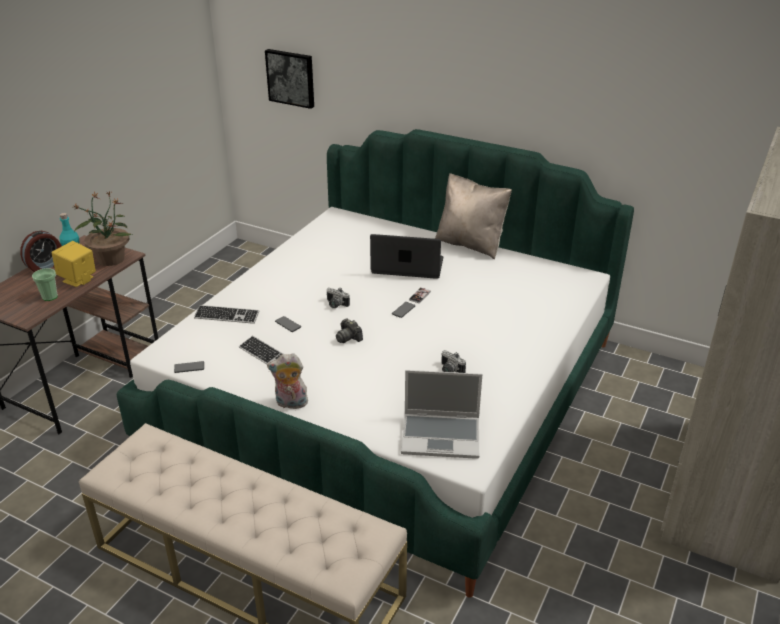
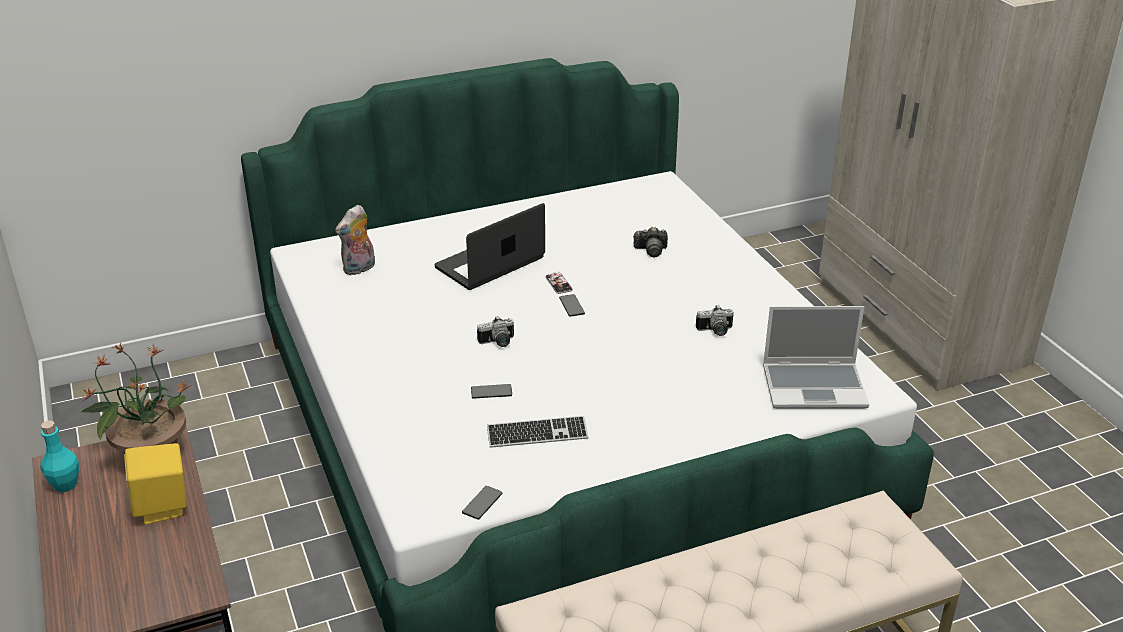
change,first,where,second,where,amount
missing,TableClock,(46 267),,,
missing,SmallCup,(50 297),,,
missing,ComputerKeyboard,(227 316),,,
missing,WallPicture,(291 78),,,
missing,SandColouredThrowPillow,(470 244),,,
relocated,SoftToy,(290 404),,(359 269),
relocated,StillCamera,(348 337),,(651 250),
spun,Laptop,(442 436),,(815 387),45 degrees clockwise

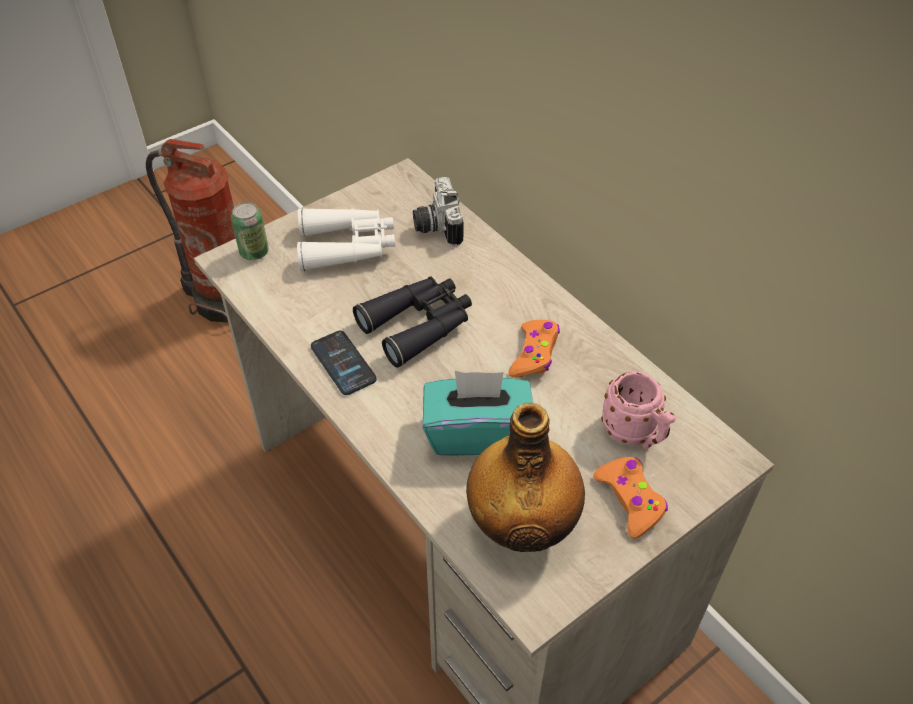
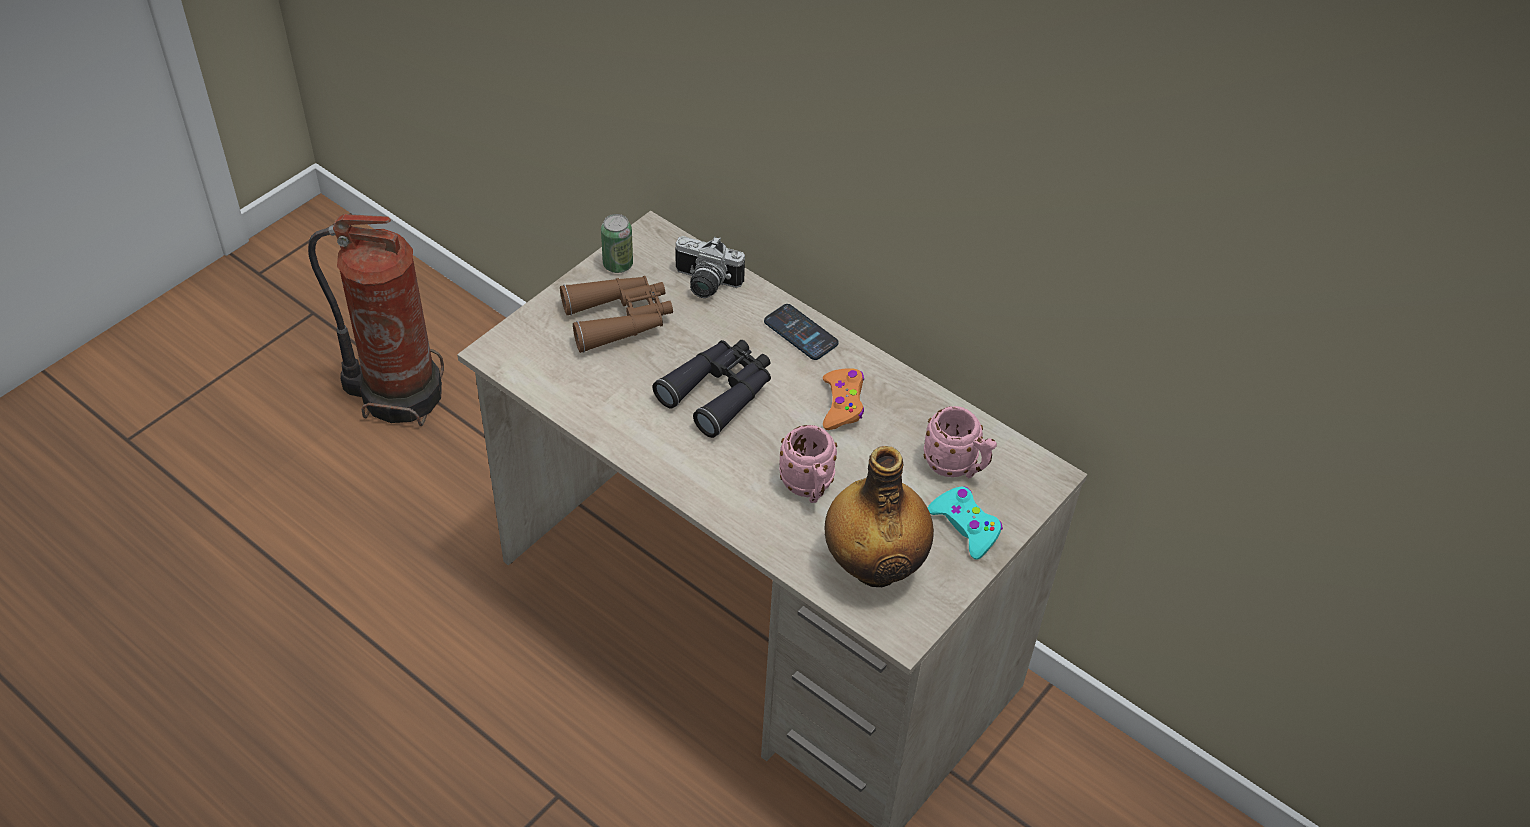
change,first,where,second,where,amount
relocated,MetalCan,(254 252),,(618 264),
relocated,Telephone,(343 363),,(800 333),
exchanged,TurquoiseColouredBoxOfTissues,(477 433),PinkColouredMug,(808 488),
colour,WhitishPairOfBinoculars,(348 247),BrownColouredPairOfBinoculars,(619 319),
colour,OrangeColouredJoypad,(630 500),TurquoiseColouredJoypad,(965 526),
spun,StillCamera,(436 226),,(704 284),45 degrees counterclockwise

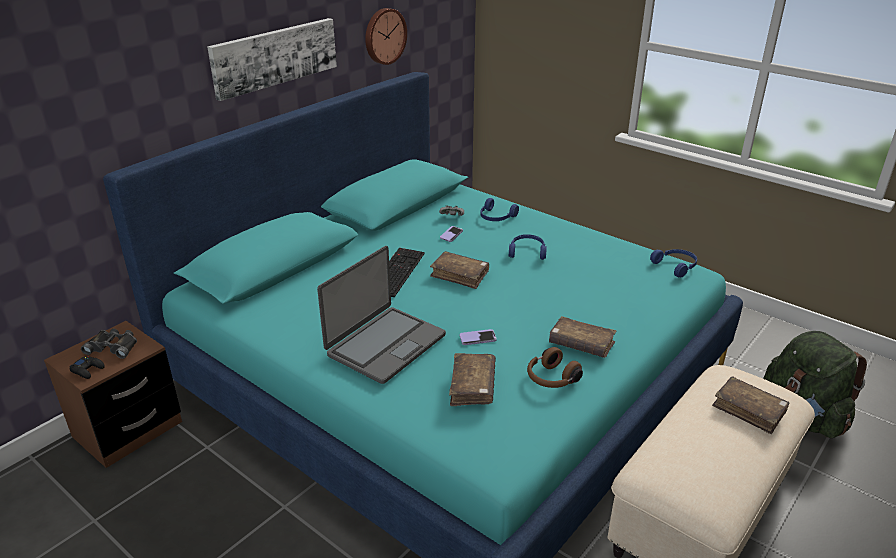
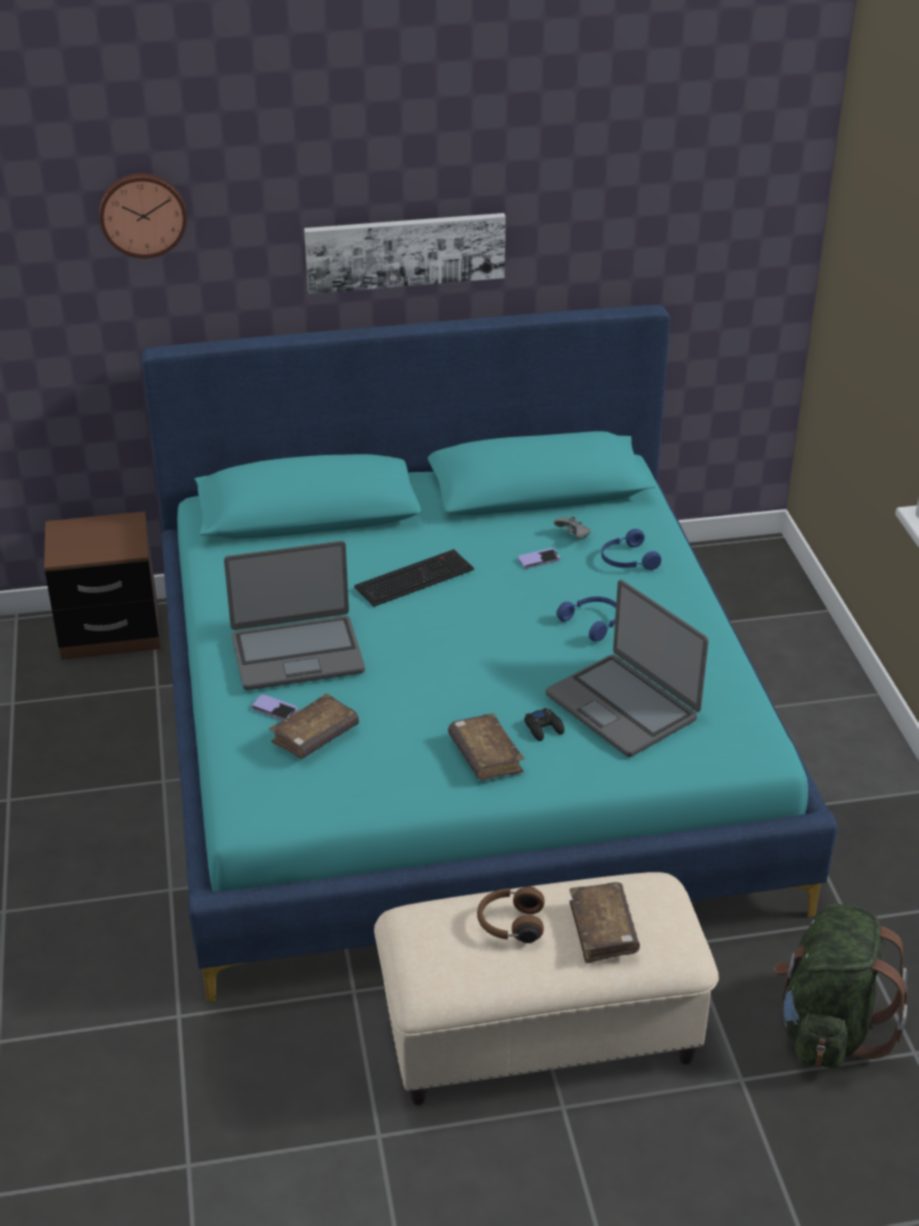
change,first,where,second,where,amount
missing,BlackColouredPairOfBinoculars,(113 347),,,
missing,BrownColouredBook,(460 275),,,
missing,BlueColouredPairOfHeadphones,(676 266),,,
appeared,,,Laptop,(623 706),
relocated,BlackColouredJoypad,(88 370),,(544 728),
relocated,HangingClock,(384 36),,(143 214),
relocated,Telephone,(477 338),,(274 709),
relocated,BrownColouredPairOfHeadphones,(551 379),,(510 924),

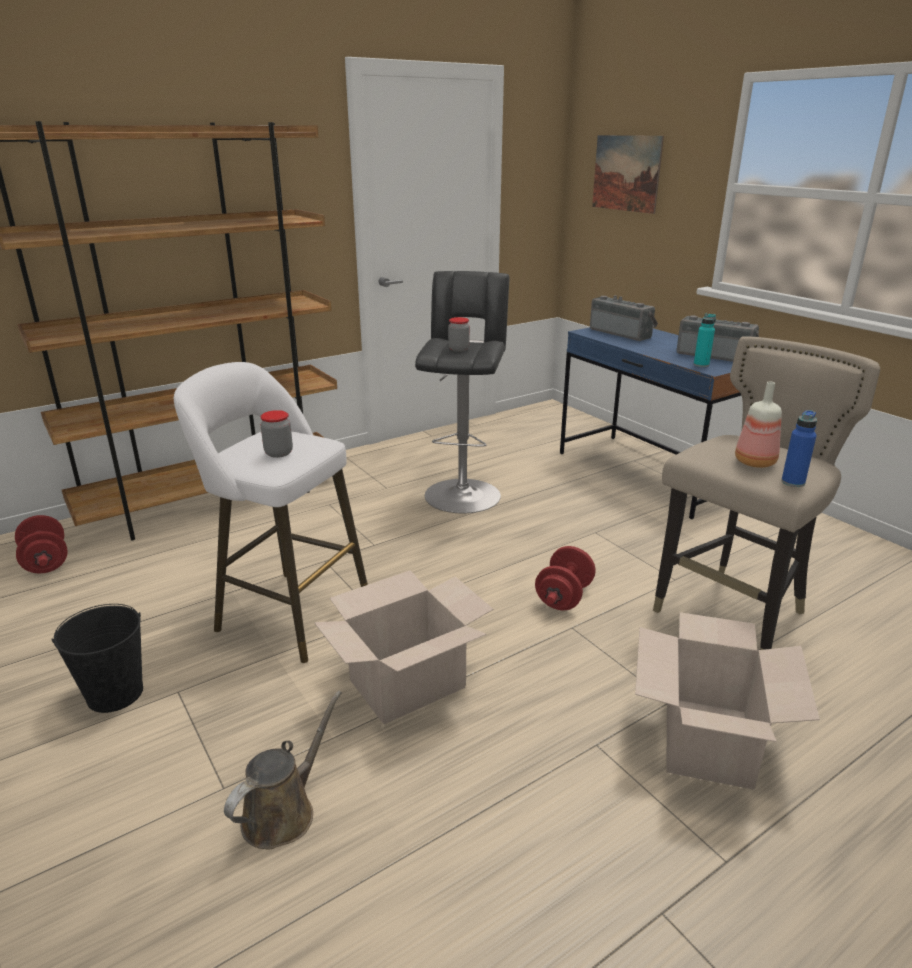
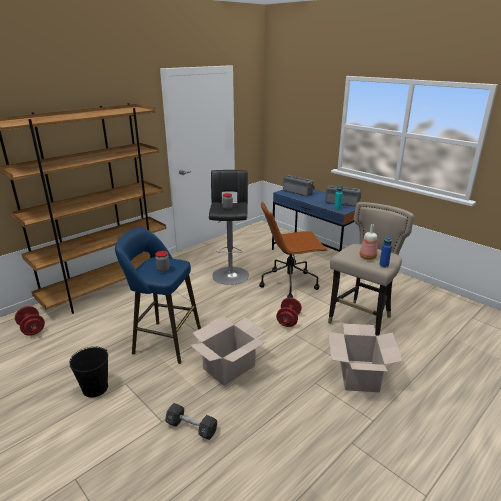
change,first,where,second,where,amount
missing,WallPicture,(626 173),,,
appeared,,,BrownColouredDeskChair,(290 283),
exchanged,BrownColouredSprinklingCan,(283 812),BlackColouredFreeWeight,(191 427),
colour,WhitishStool,(287 612),BlueColouredStool,(164 341),

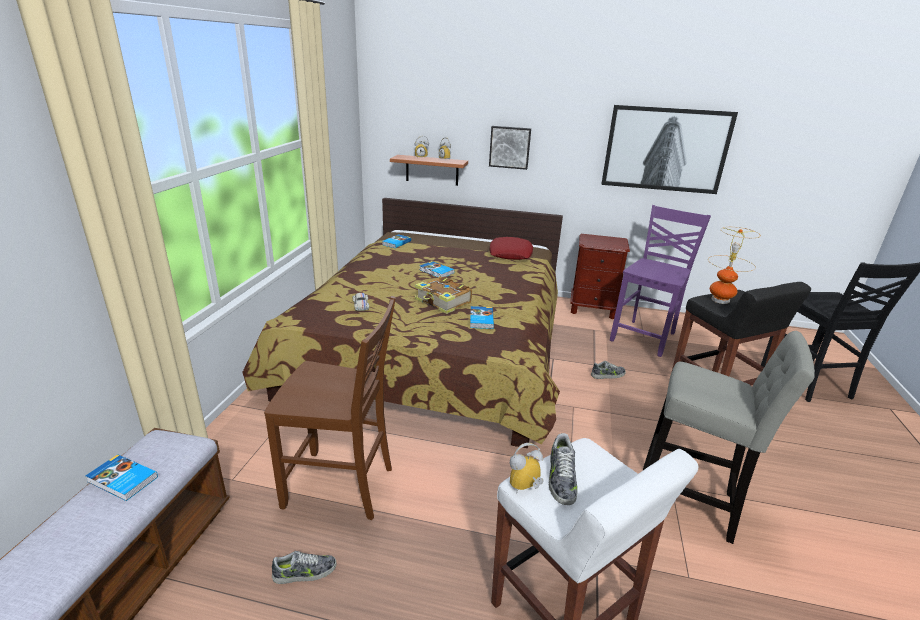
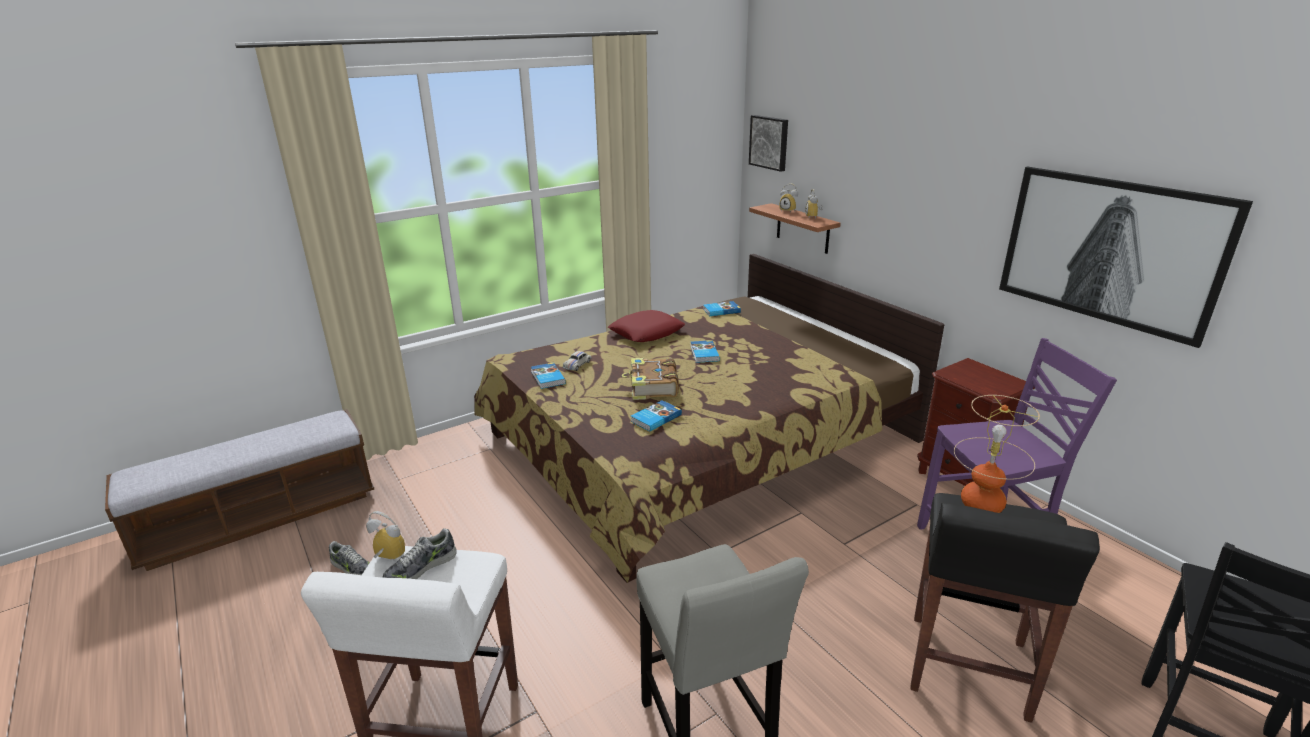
change,first,where,second,where,amount
missing,BrownColouredPlainChair,(341 487),,,
missing,ItemOfFootwear,(608 375),,,
relocated,Book,(122 480),,(547 378),
relocated,WallPicture,(510 147),,(769 142),
relocated,RedThrowPillow,(510 253),,(646 332),

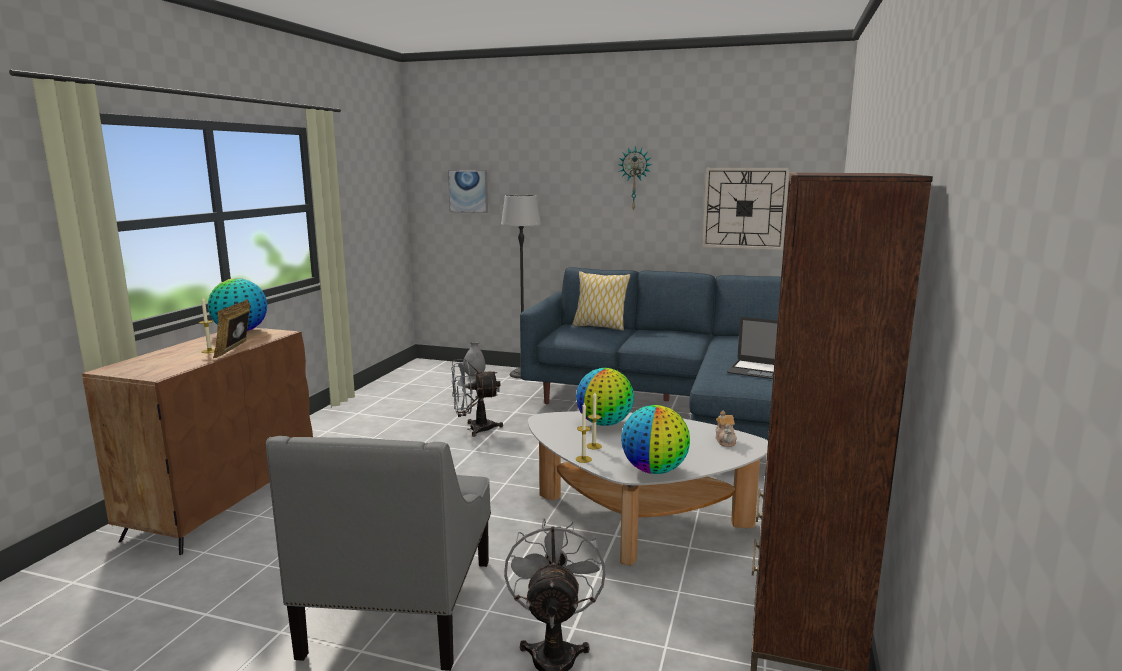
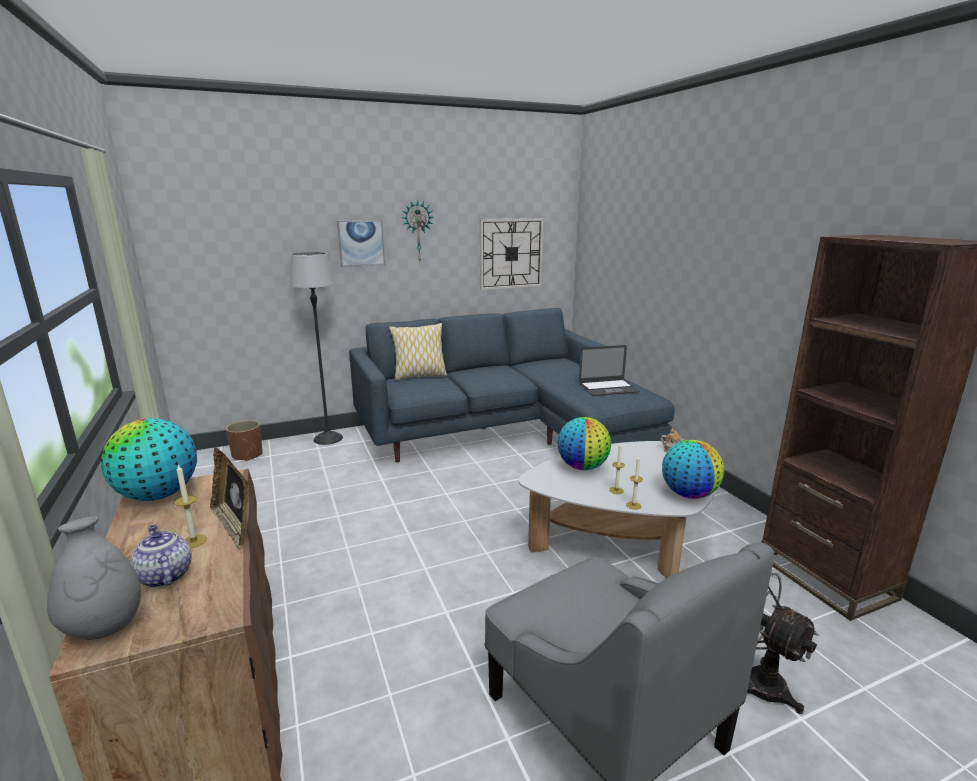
change,first,where,second,where,amount
missing,GreyFan,(474 429),,,
appeared,,,Teapot,(164 576),
appeared,,,BrownColouredFlowerPot,(247 455),
relocated,WallPicture,(468 191),,(361 243),
relocated,GreyFlowerVase,(474 376),,(105 628),

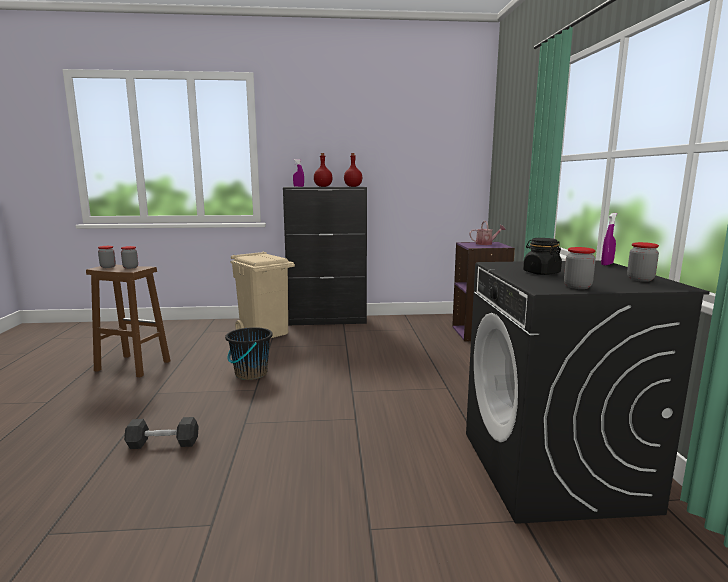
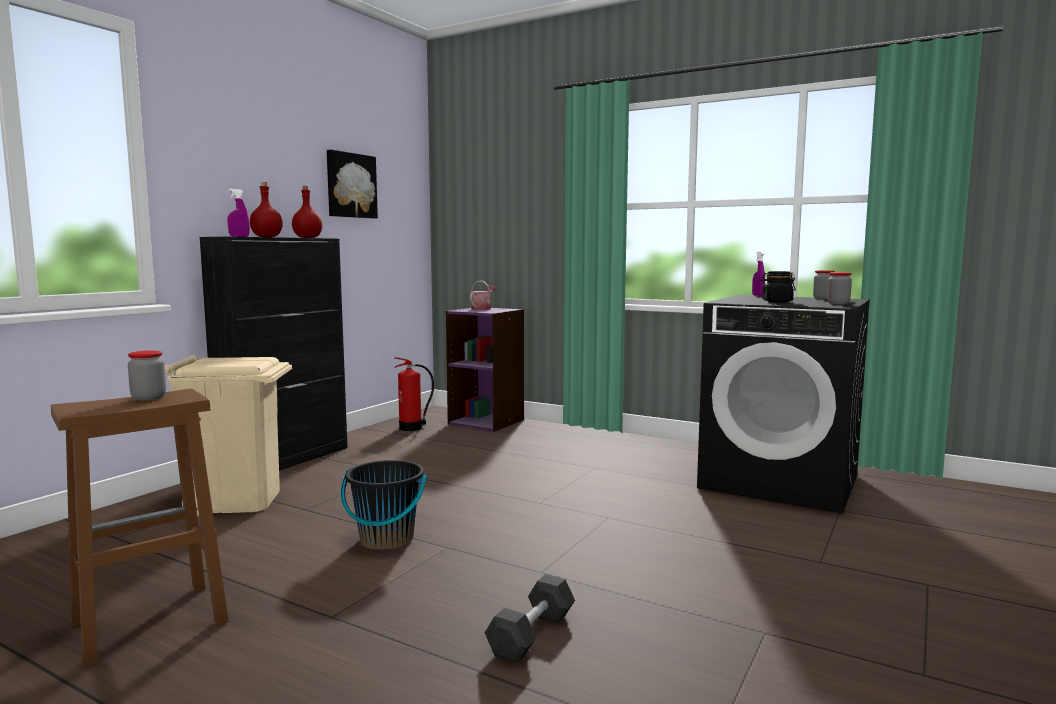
change,first,where,second,where,amount
missing,PreserveJar,(108 267),,,
appeared,,,WallPicture,(350 185),
appeared,,,FireExtinguisher,(412 428),

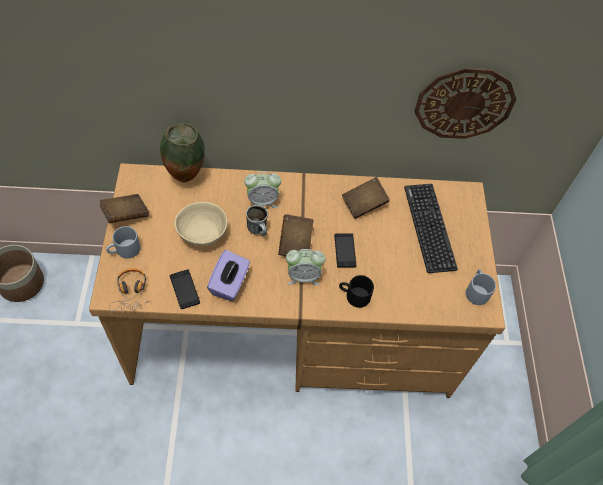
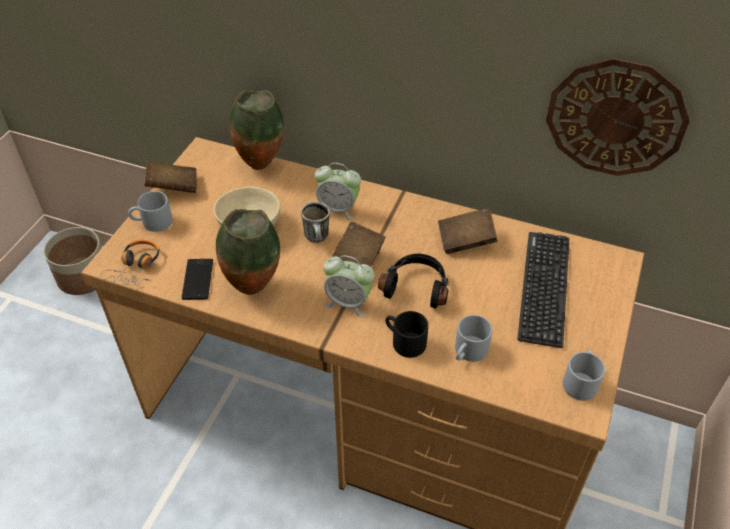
change,first,where,second,where,amount
appeared,,,GreyMug,(469 352),
exchanged,PurpleColouredBoxOfTissues,(230 284),FlowerVase,(253 287),
exchanged,Telephone,(345 250),BlackColouredPairOfHeadphones,(416 286),

